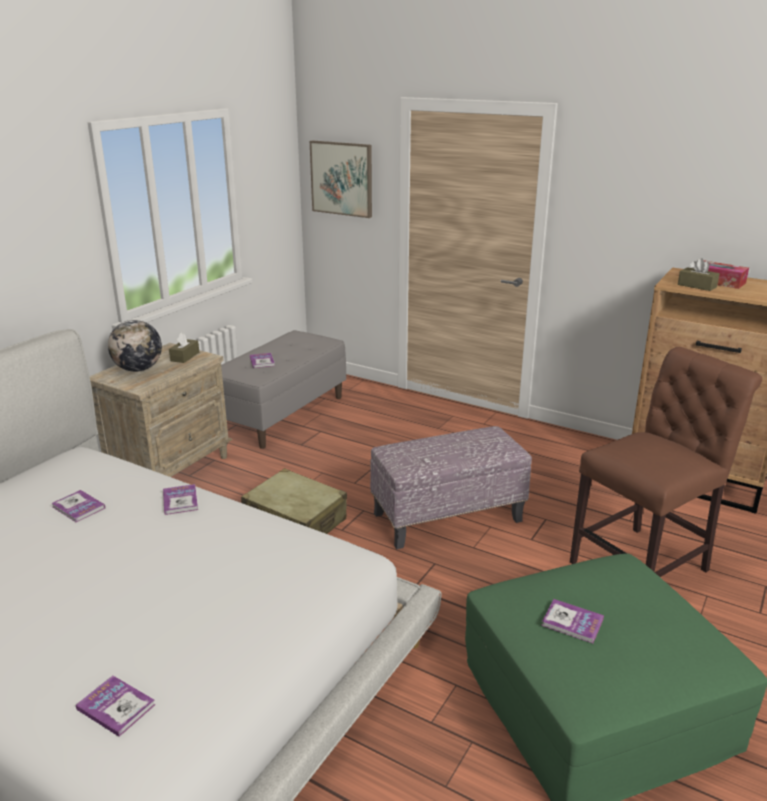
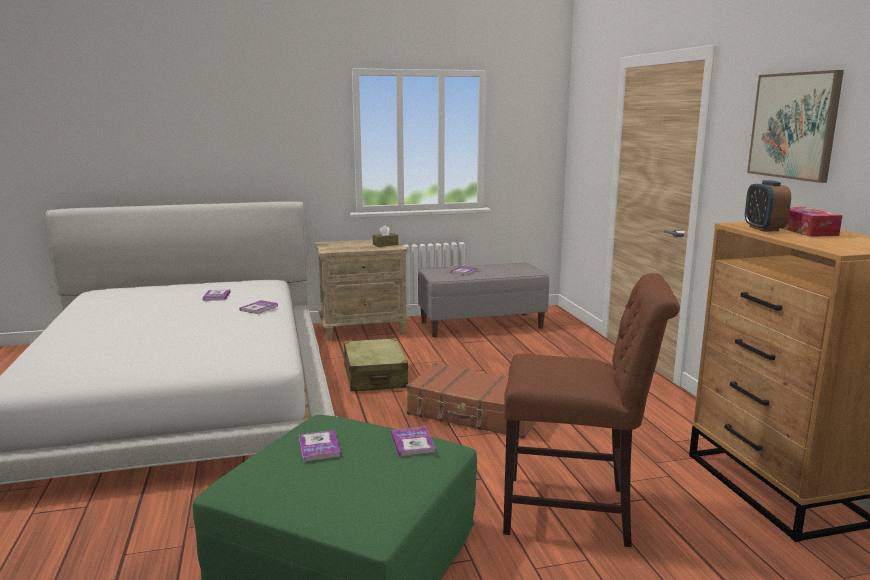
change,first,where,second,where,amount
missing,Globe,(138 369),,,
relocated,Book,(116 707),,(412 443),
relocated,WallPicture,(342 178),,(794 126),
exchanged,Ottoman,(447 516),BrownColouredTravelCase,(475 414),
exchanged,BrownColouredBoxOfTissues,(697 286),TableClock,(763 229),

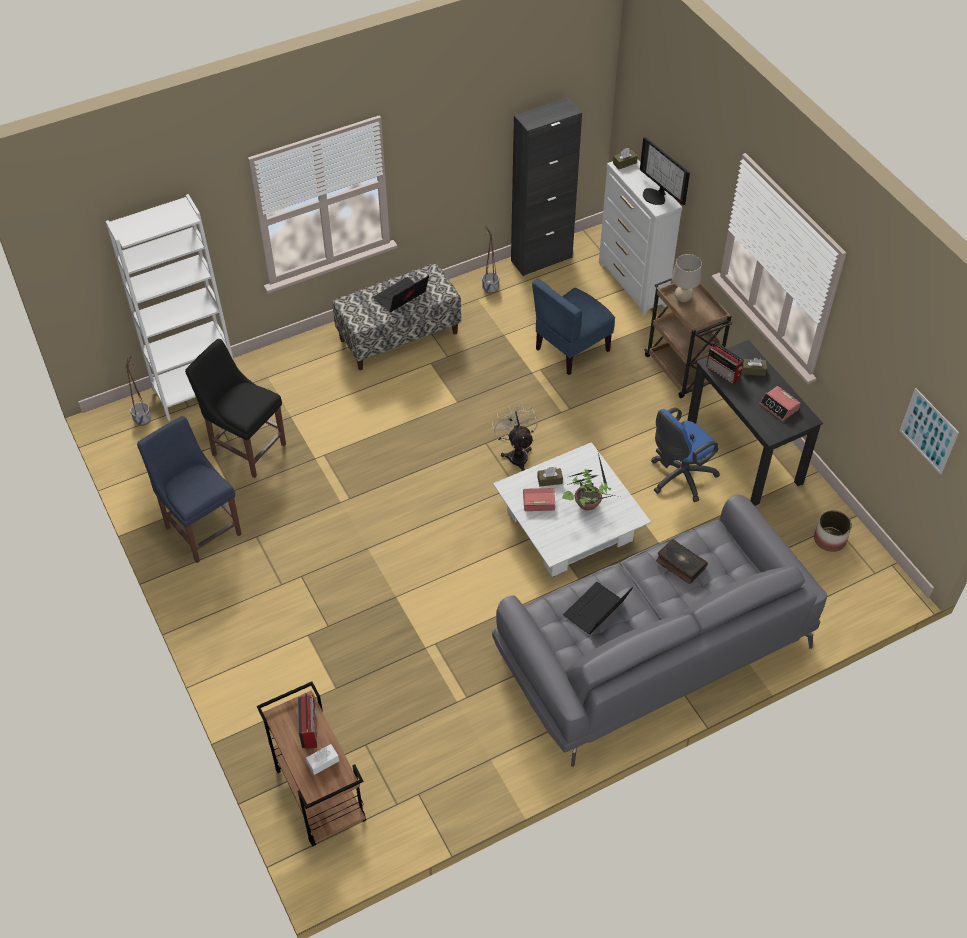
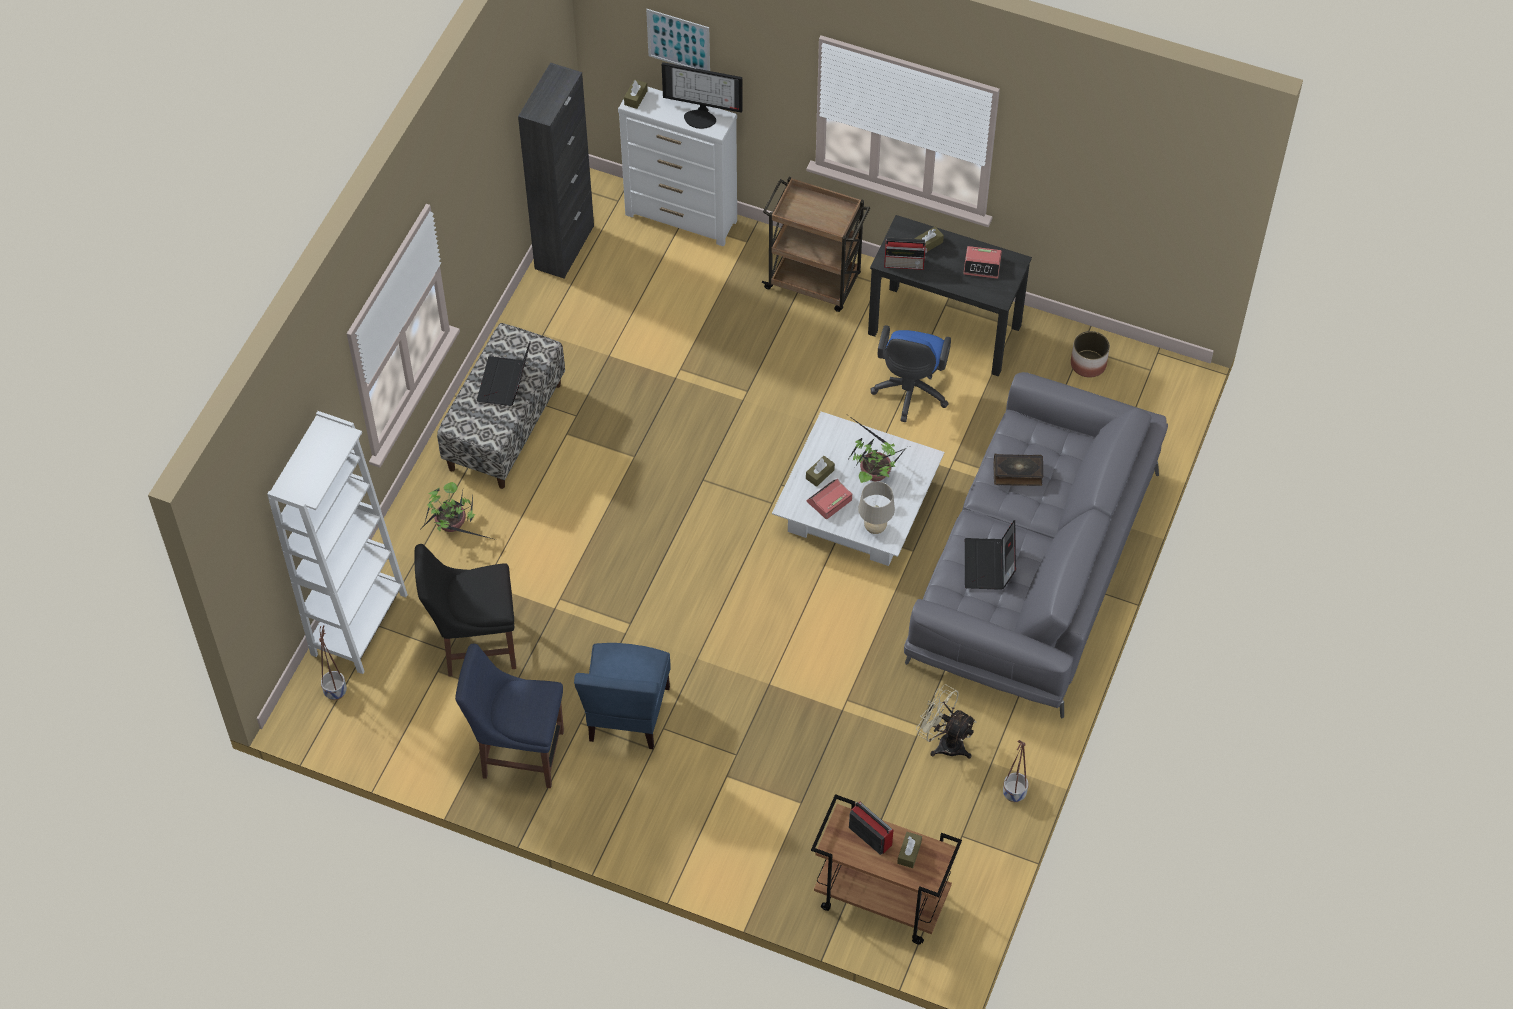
change,first,where,second,where,amount
appeared,,,PottedPlant,(453 526),
relocated,FlowerPot,(490 289),,(1014 793),
relocated,SandColouredFan,(516 454),,(944 742),
relocated,BlueColouredPlainChair,(571 349),,(627 714),
relocated,SandColouredTabletopLamp,(683 298),,(875 528),
relocated,WallPicture,(928 431),,(678 41),
colour,WhitishBoxOfTissues,(323 762),BrownColouredBoxOfTissues,(909 852),

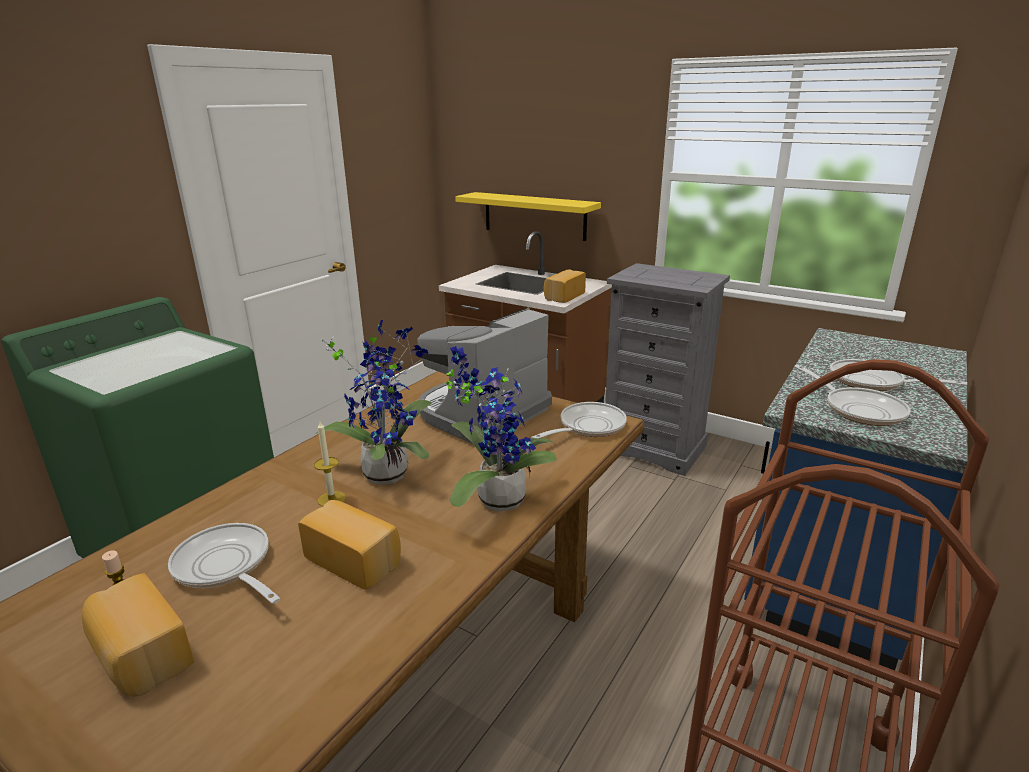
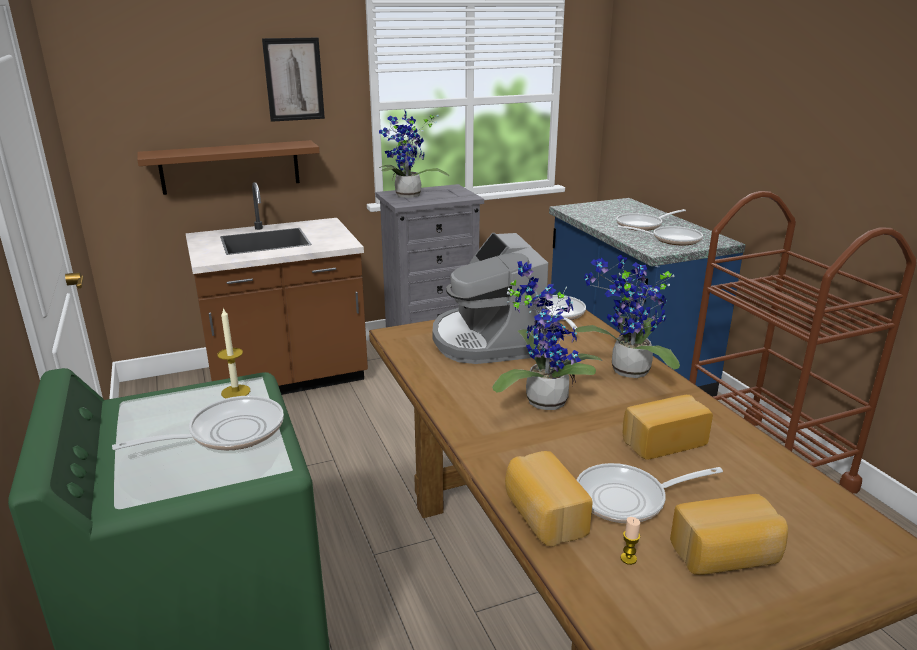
change,first,where,second,where,amount
appeared,,,FryingPan,(228 433),
appeared,,,WallPicture,(294 79),
appeared,,,PottedPlant,(407 196),
relocated,Candle,(331 499),,(235 392),
relocated,Bread,(563 296),,(543 516),
colour,YellowColouredWallShelf,(534 216),BrownColouredWallShelf,(230 167),

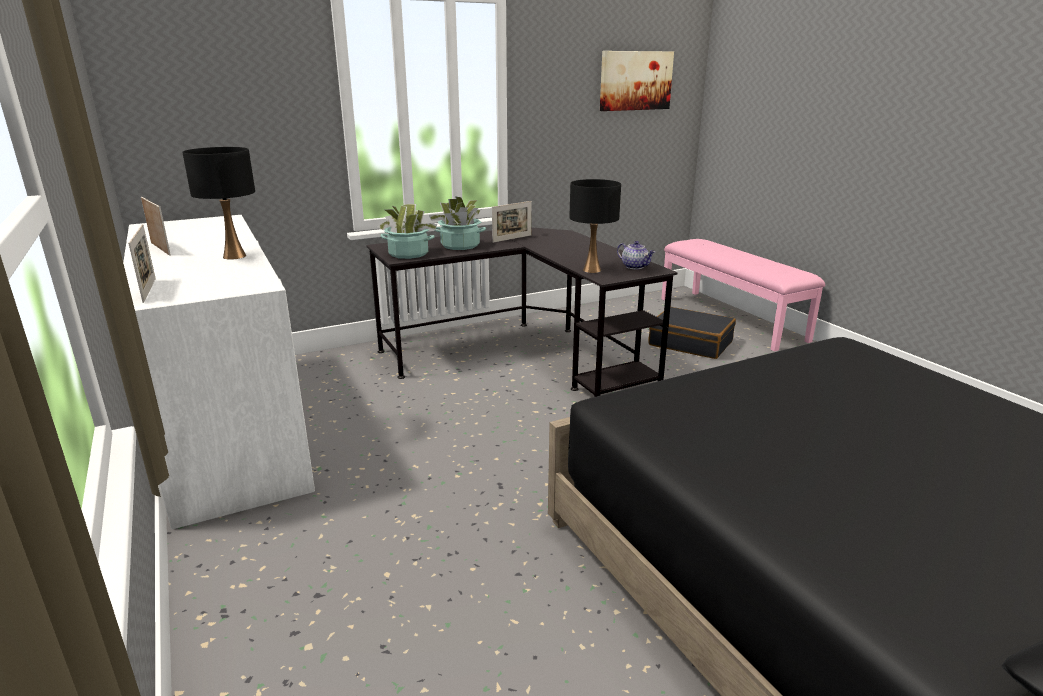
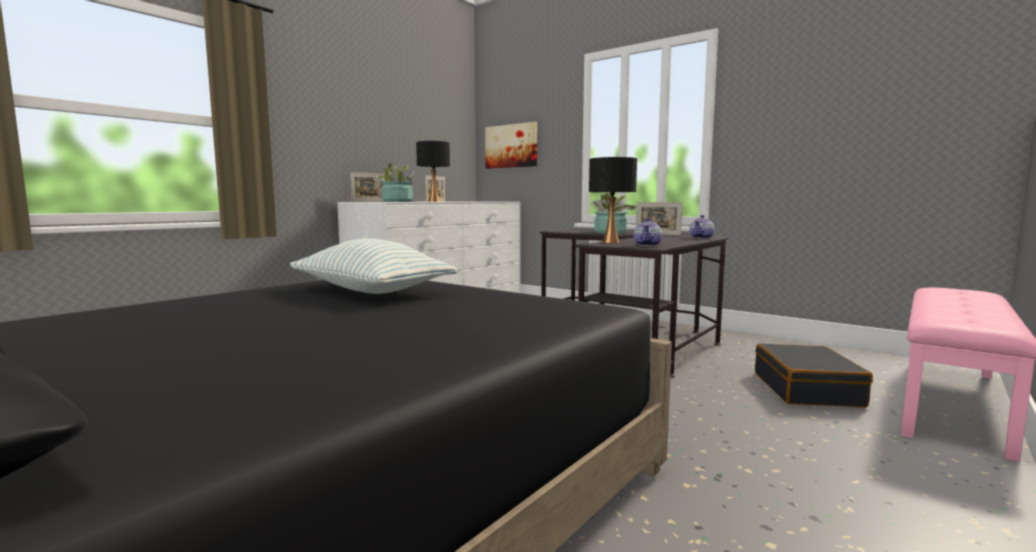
change,first,where,second,where,amount
appeared,,,ThrowPillow,(371 291),
appeared,,,Teapot,(702 238),
relocated,PottedPlant,(408 254),,(397 201),
relocated,WallPicture,(635 80),,(511 146),

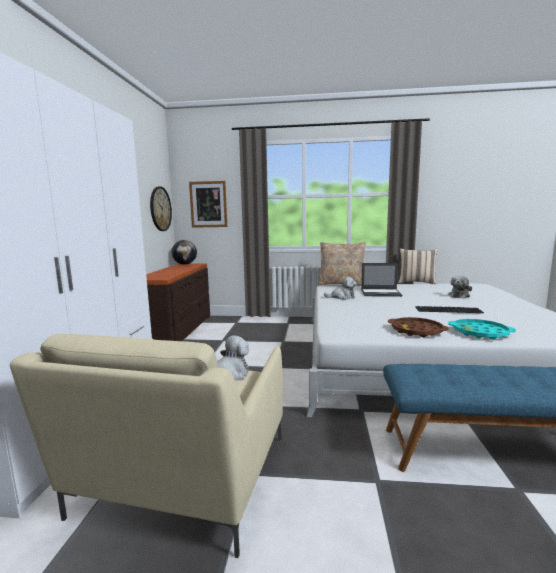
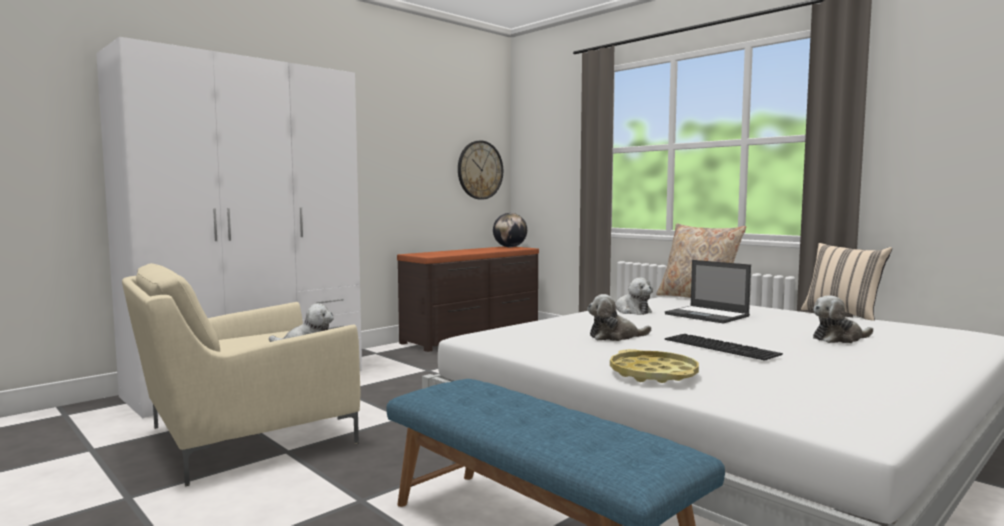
change,first,where,second,where,amount
missing,WallPicture,(208 204),,,
missing,BrownColouredCarryingTray,(416 331),,,
appeared,,,SoftToy,(615 337),
colour,TurquoiseColouredCarryingTray,(480 333),YellowColouredCarryingTray,(653 374),

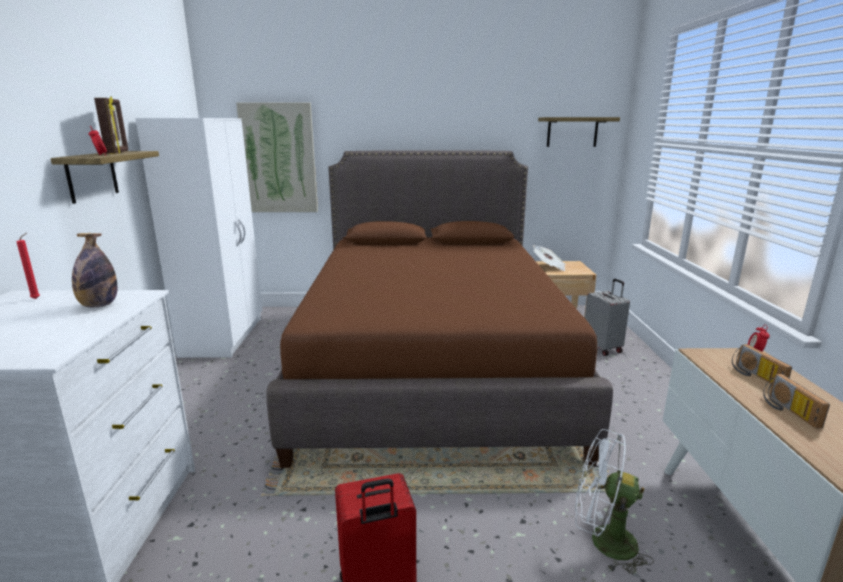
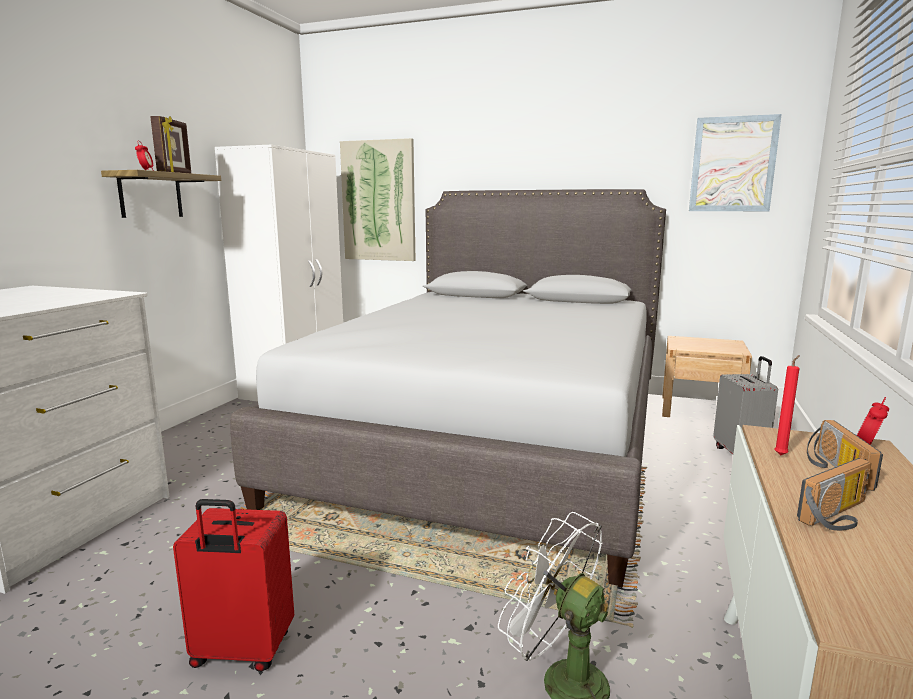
change,first,where,second,where,amount
missing,DrinkBottle,(99 305),,,
missing,DailyPaper,(549 267),,,
relocated,RedCandle,(37 298),,(781 455),
exchanged,WallShelf,(572 132),WallPicture,(733 164),
colour,BrownColouredBed,(432 364),GreyBed,(492 440),
spun,RadioReceiver,(787 410),,(840 516),135 degrees counterclockwise

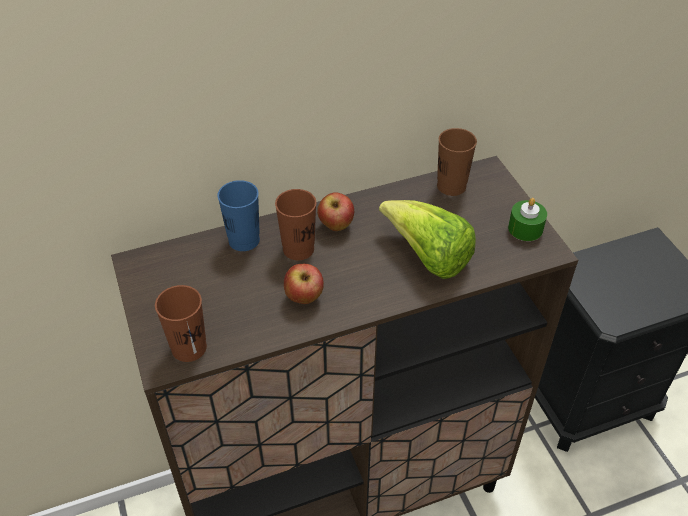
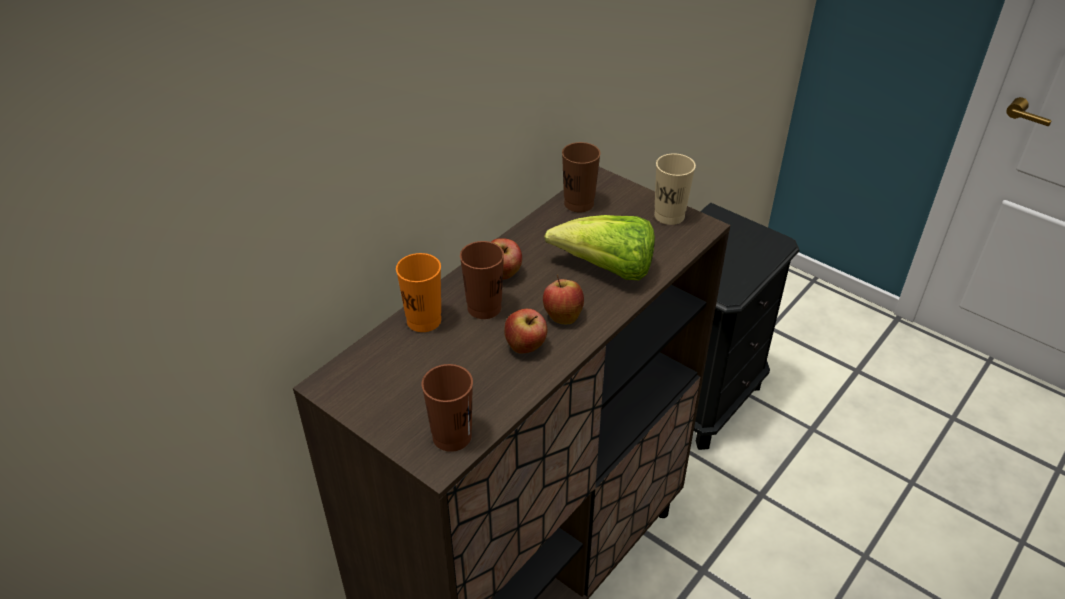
change,first,where,second,where,amount
appeared,,,WholeApple,(562 316),
exchanged,GreenColouredCandle,(525 228),SandColouredSmallCup,(669 216),
colour,BlueColouredSmallCup,(244 240),OrangeColouredSmallCup,(424 320),

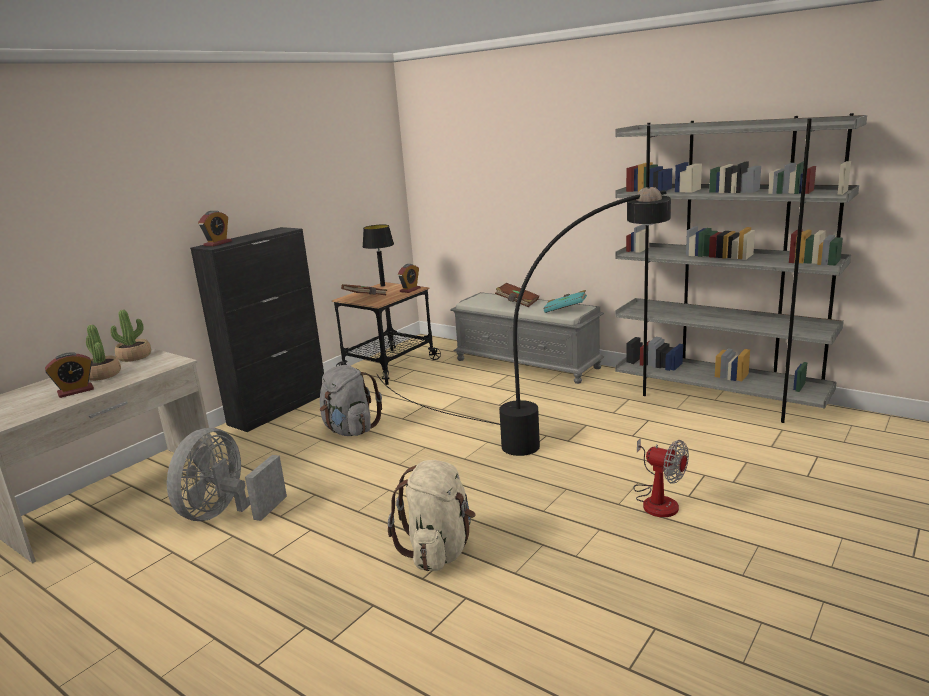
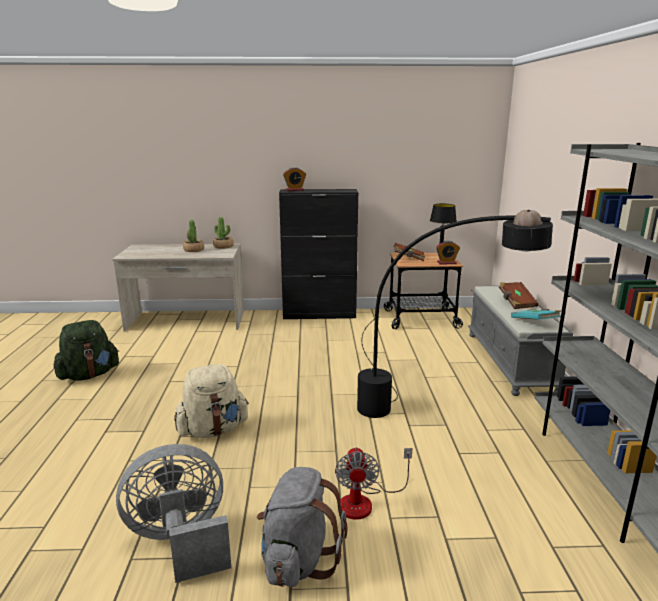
change,first,where,second,where,amount
missing,TableClock,(75 391),,,
appeared,,,GreenColouredRucksack,(89 375),
relocated,GreyFan,(226 513),,(181 542),
relocated,GreyRucksack,(350 430),,(298 559),

